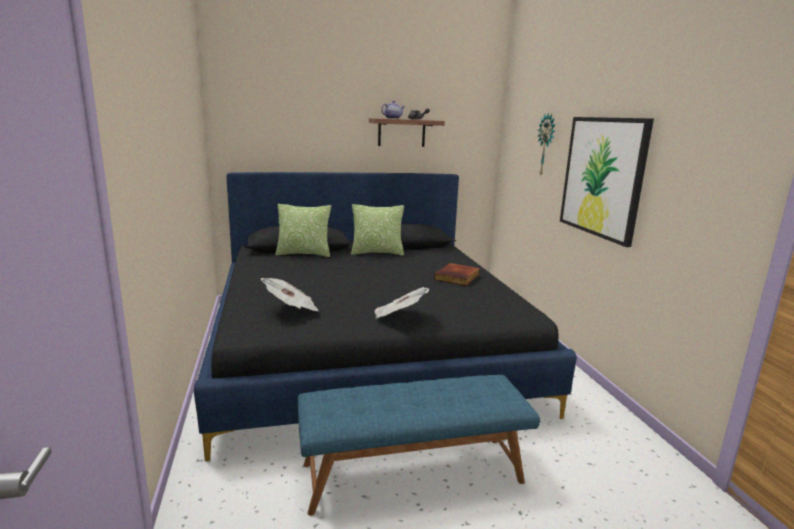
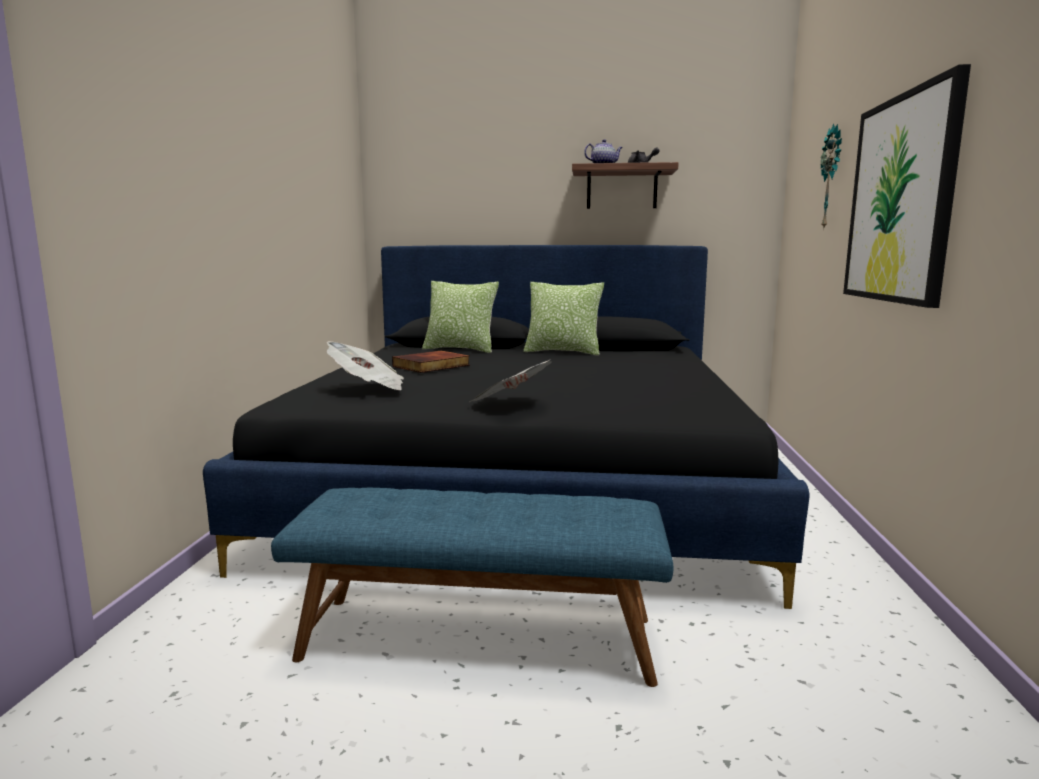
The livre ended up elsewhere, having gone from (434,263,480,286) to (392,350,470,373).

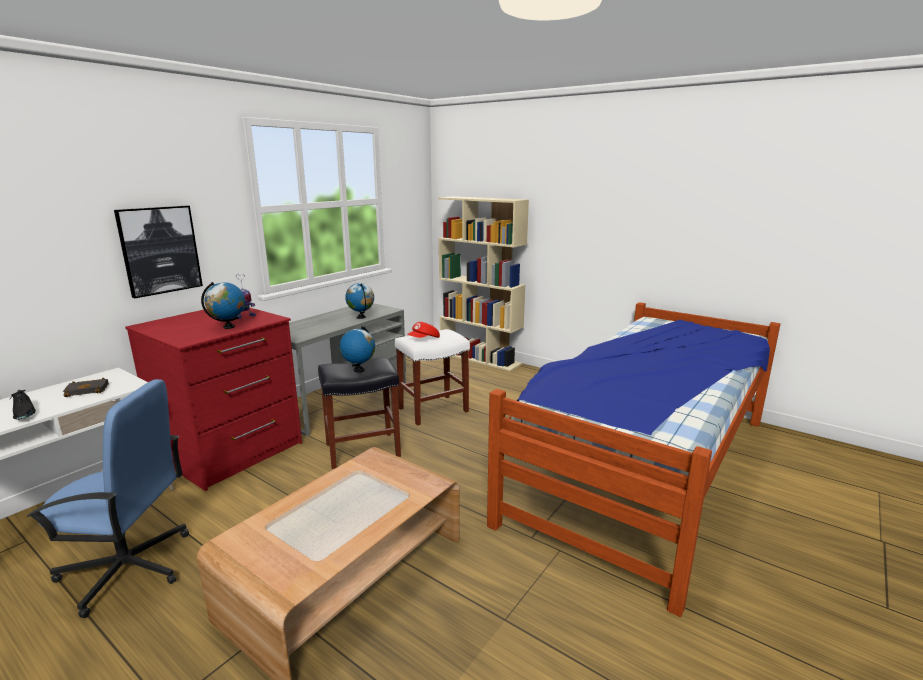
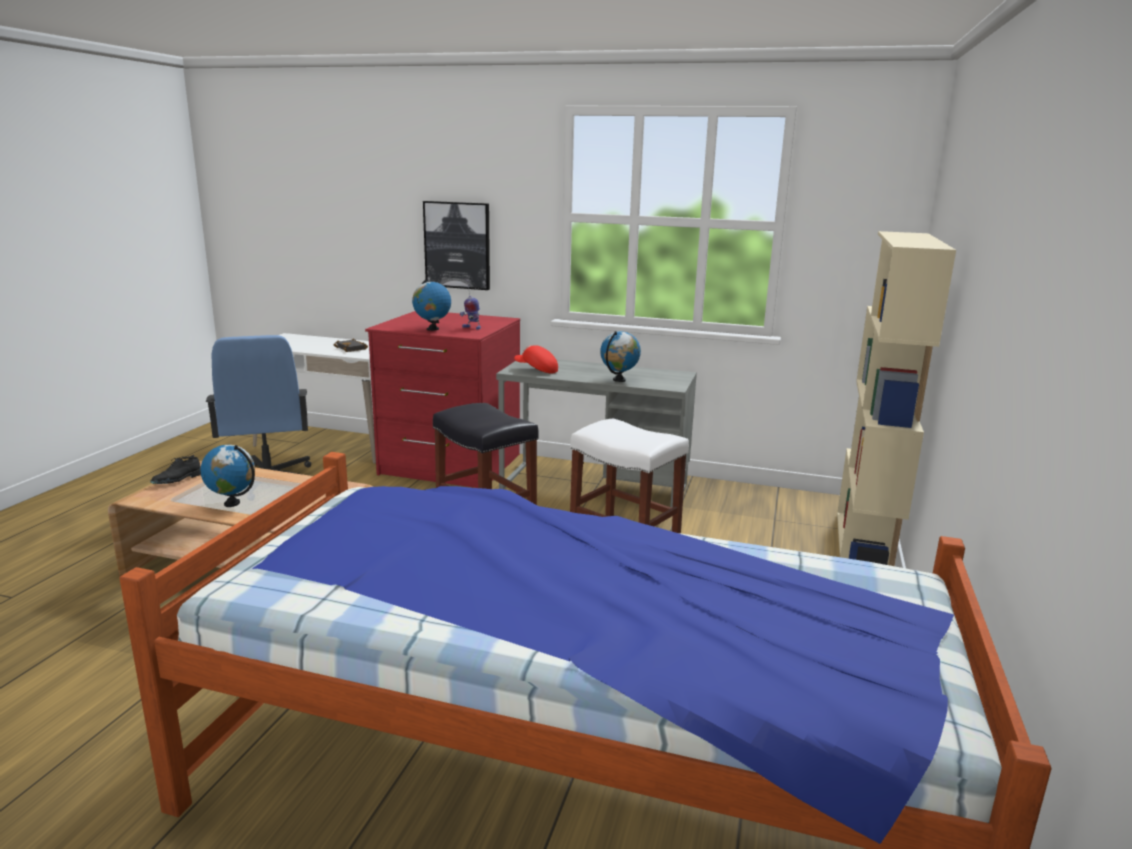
The casquette (rouge) ended up elsewhere, having gone from (408,322,440,338) to (514,345,558,373).
The globe ended up elsewhere, having gone from (340,326,375,373) to (200,445,255,507).
The chaussure (noir) ended up elsewhere, having gone from (9,390,36,420) to (150,455,201,484).

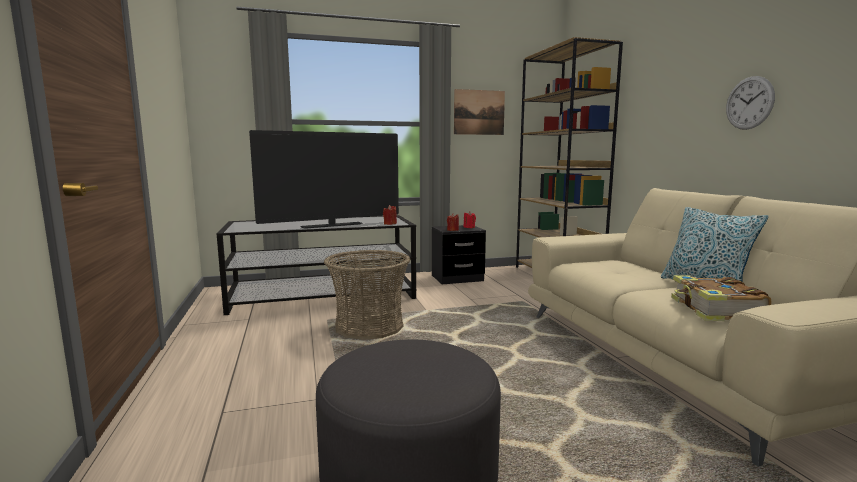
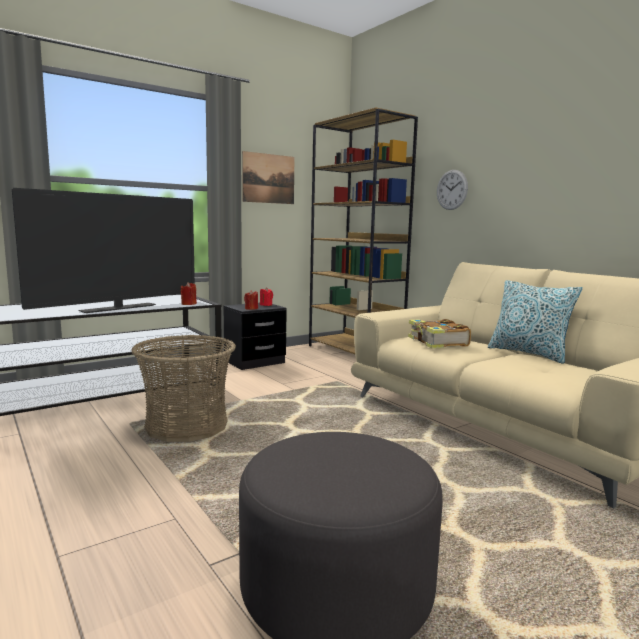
The horloge murale ended up elsewhere, having gone from (726,76,775,130) to (437,170,468,210).
The livre ended up elsewhere, having gone from (671,275,772,321) to (408,319,471,349).

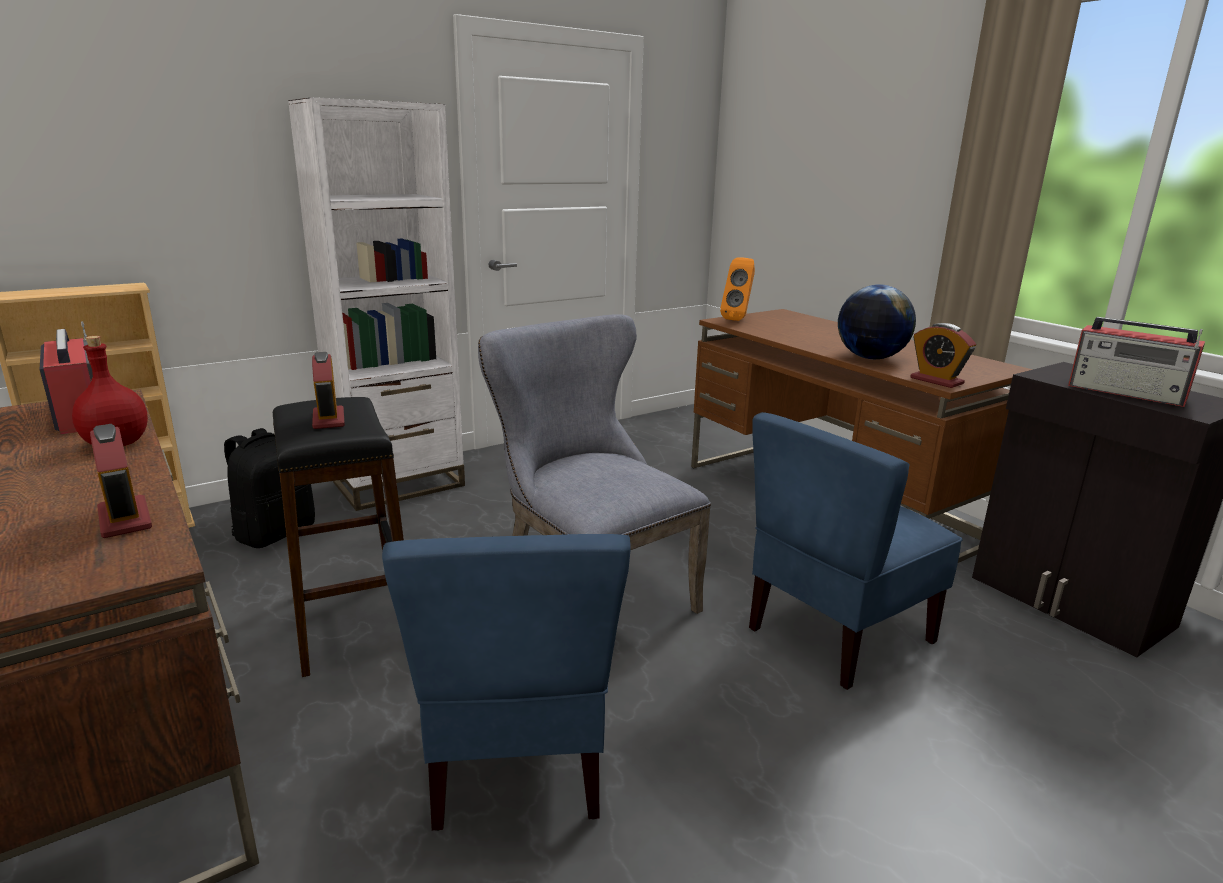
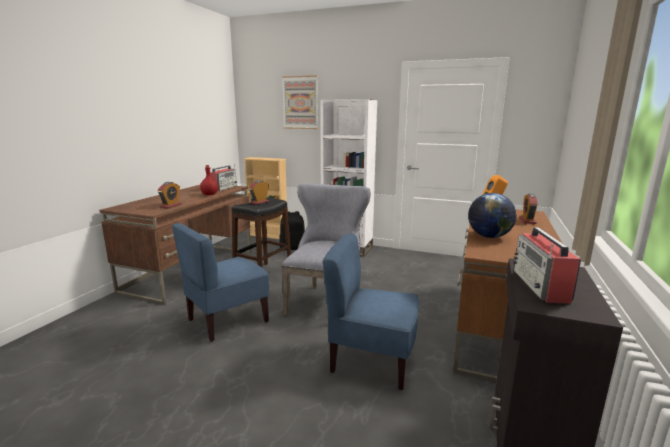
The réveil ended up elsewhere, having gone from (910,323,976,388) to (519,193,537,224).
The second view gained the tableau at (282,75,318,129).

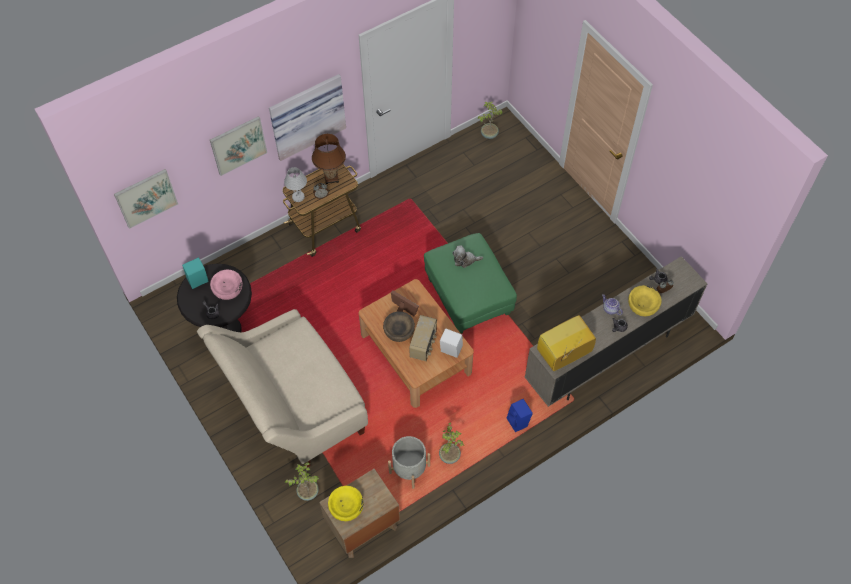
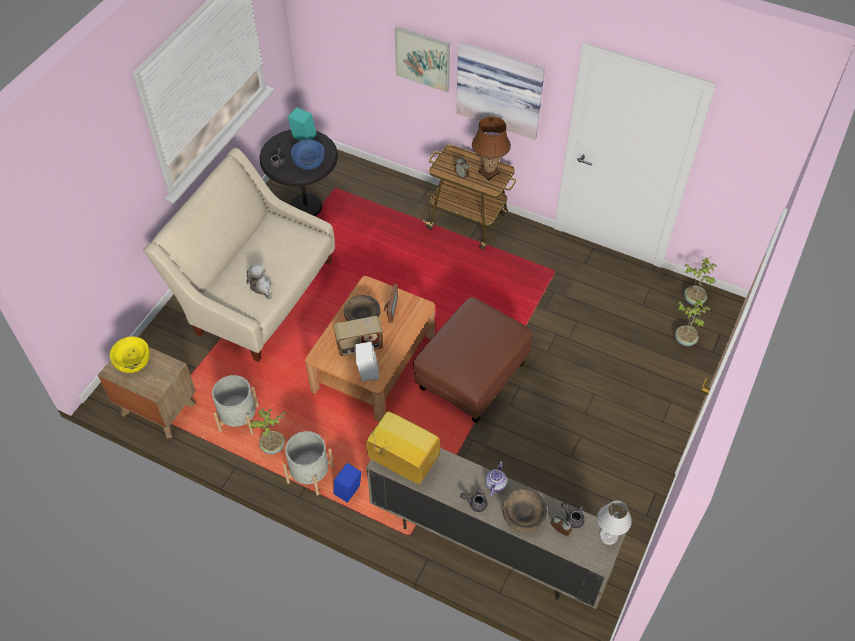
The lampe de table (blanc) ended up elsewhere, having gone from (284,167,307,202) to (597,501,632,545).
The second view lost the tableau at (114,169,178,229).
What was the pouf (vert) at (424,233,517,334) turned into the pouf (marron) at (413,297,533,423).
The peluche ended up elsewhere, having gone from (452,245,483,268) to (247,264,271,299).
What was the bol (rose) at (210,270,243,300) turned into the bol (bleu) at (291,140,325,170).
What was the bol (jaune) at (628,285,662,316) turned into the bol (marron) at (502,489,547,533).
The plante en pot ended up elsewhere, having gone from (285,462,319,501) to (675,299,711,346).
The second view gained the cache-pot (gris) at (283,431,334,496).

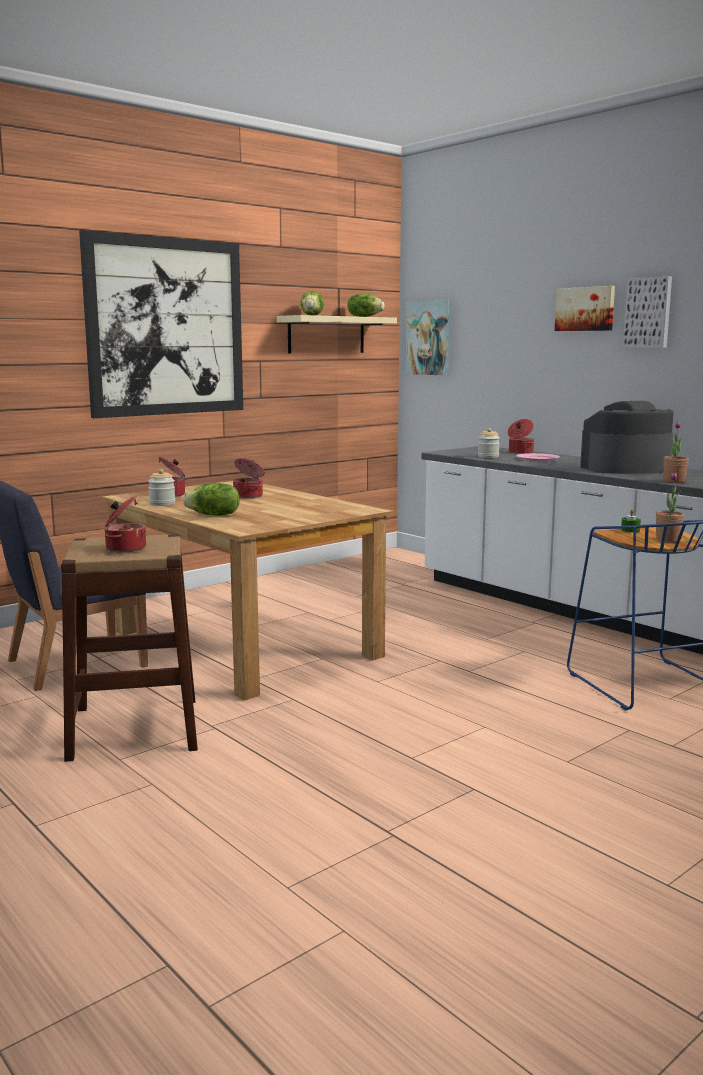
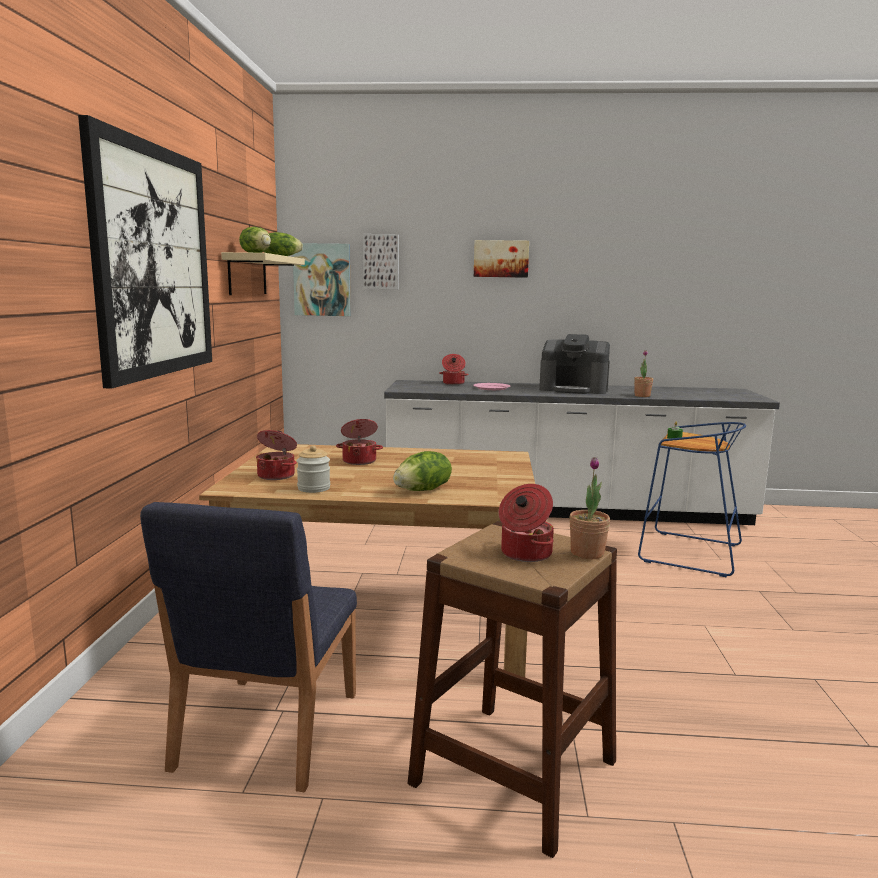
The tableau ended up elsewhere, having gone from (623,276,672,348) to (363,234,399,289).
The machine à café at (580,401,674,474) ended up facing another way, 105 degrees counterclockwise from before.
The second view lost the bocal at (478,428,500,458).
The plante en pot ended up elsewhere, having gone from (656,473,684,542) to (569,457,610,559).

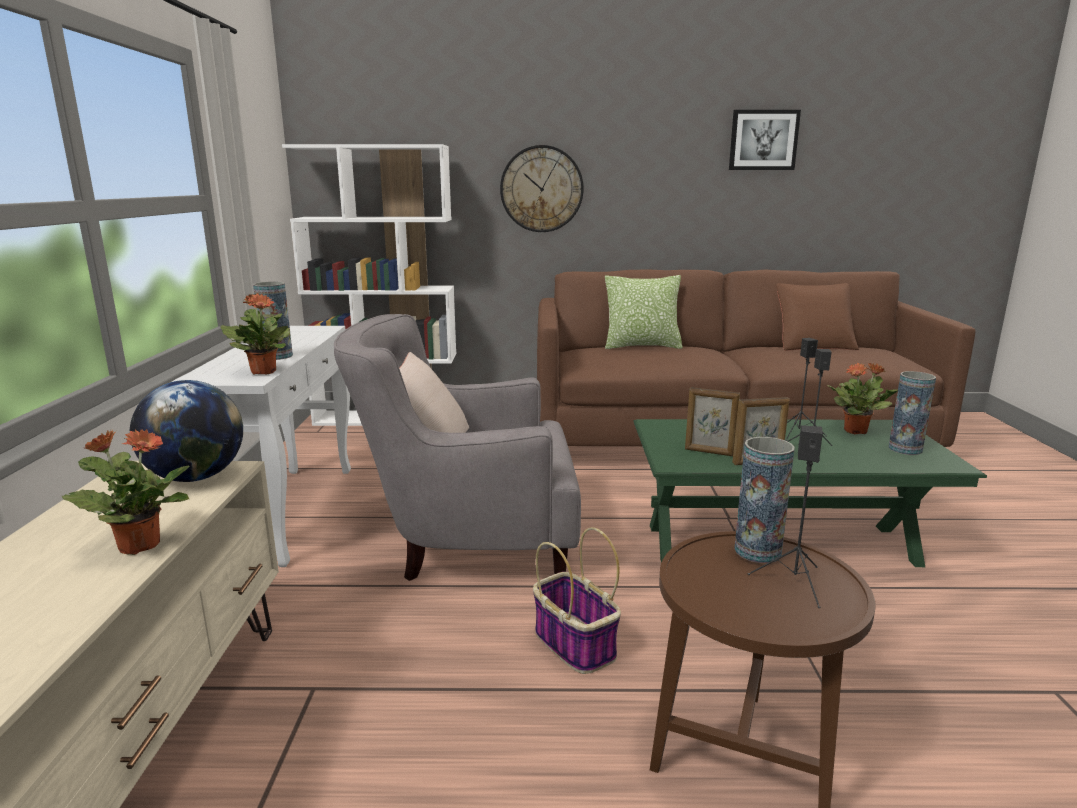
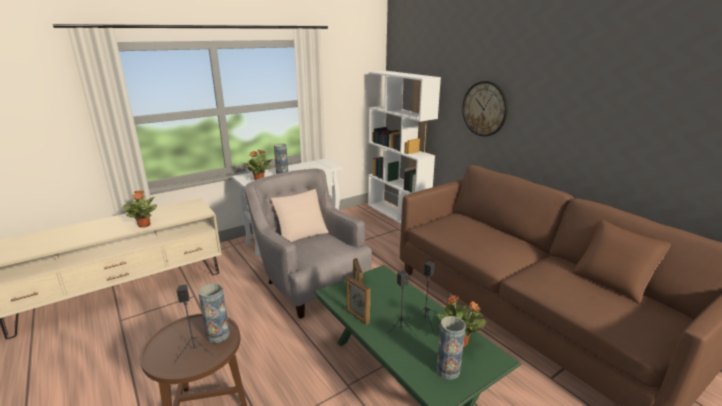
The second view lost the tableau at (729,110,801,170).
The second view lost the coussin at (605,275,683,349).
The second view lost the globe at (130,380,243,482).
The second view lost the panier at (533,527,621,674).

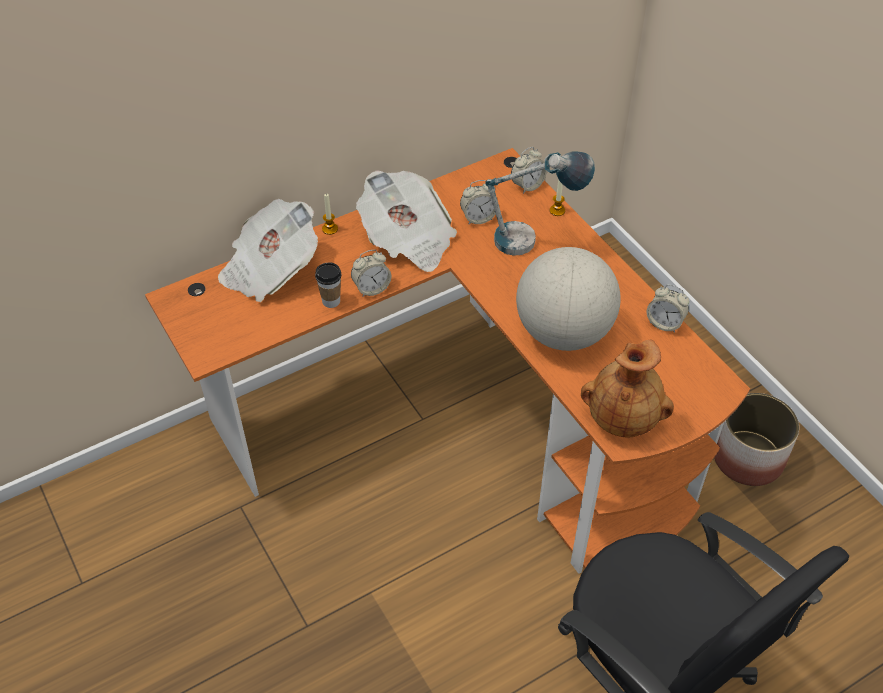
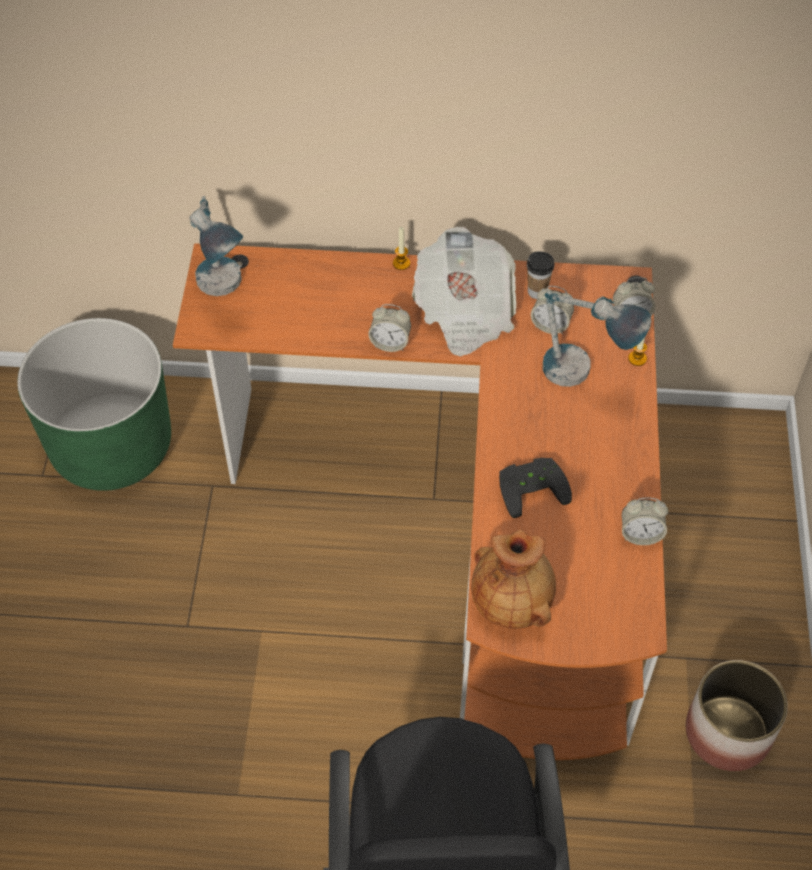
The second view lost the journal at (218,199,318,302).
Where the globe stood at (516,247,621,351), the manette (noir) came to stand at (499,458,572,518).
The tasse ended up elsewhere, having gone from (315,262,341,308) to (527,251,554,299).
The réveil at (647,284,689,333) ended up facing another way, 60 degrees counterclockwise from before.
The second view gained the lampe de table at (189,196,243,296).
The second view gained the cache-pot (vert) at (17,318,171,491).

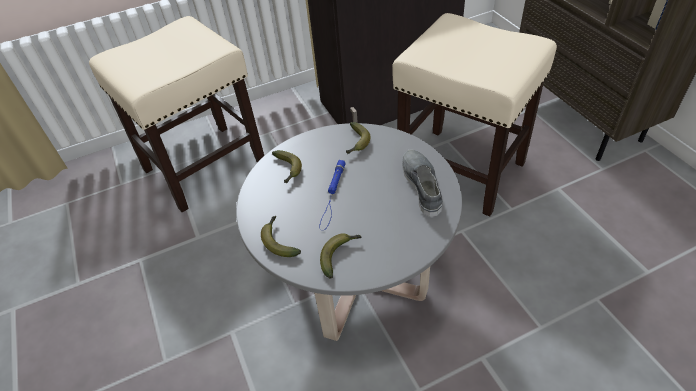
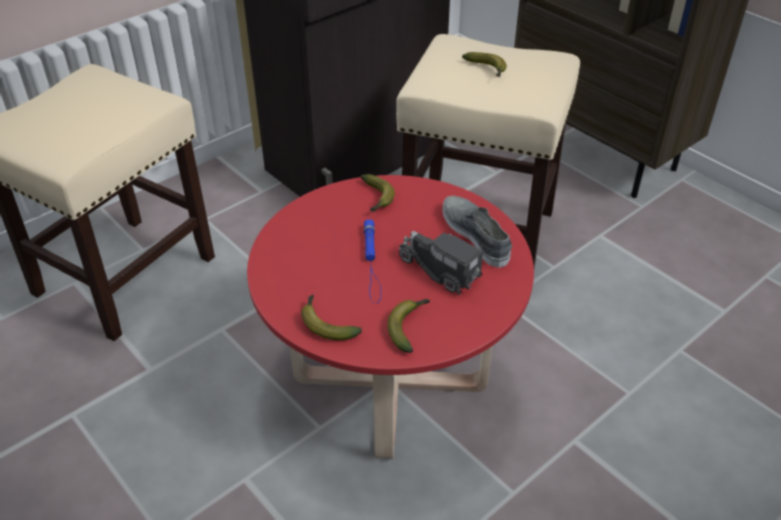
What was the table basse (gris) at (236,123,462,341) turned into the table basse (rouge) at (247,175,534,459).
The banane ended up elsewhere, having gone from (272,150,302,184) to (462,52,507,78).
The second view gained the camion jouet at (399,231,483,295).

